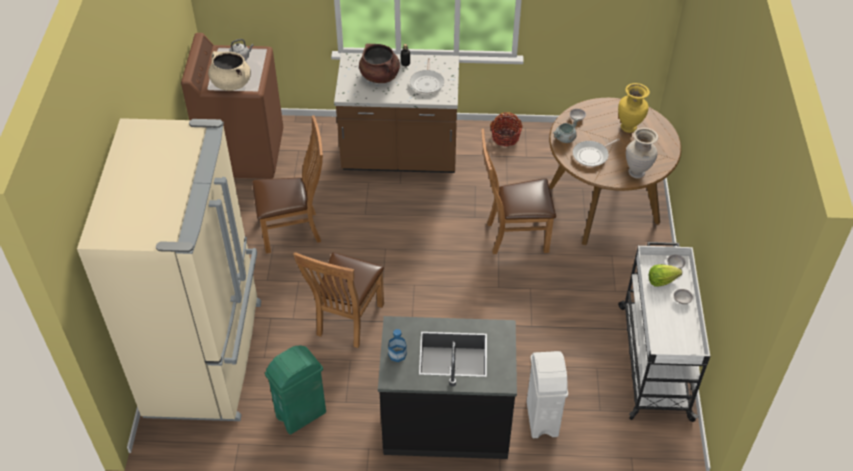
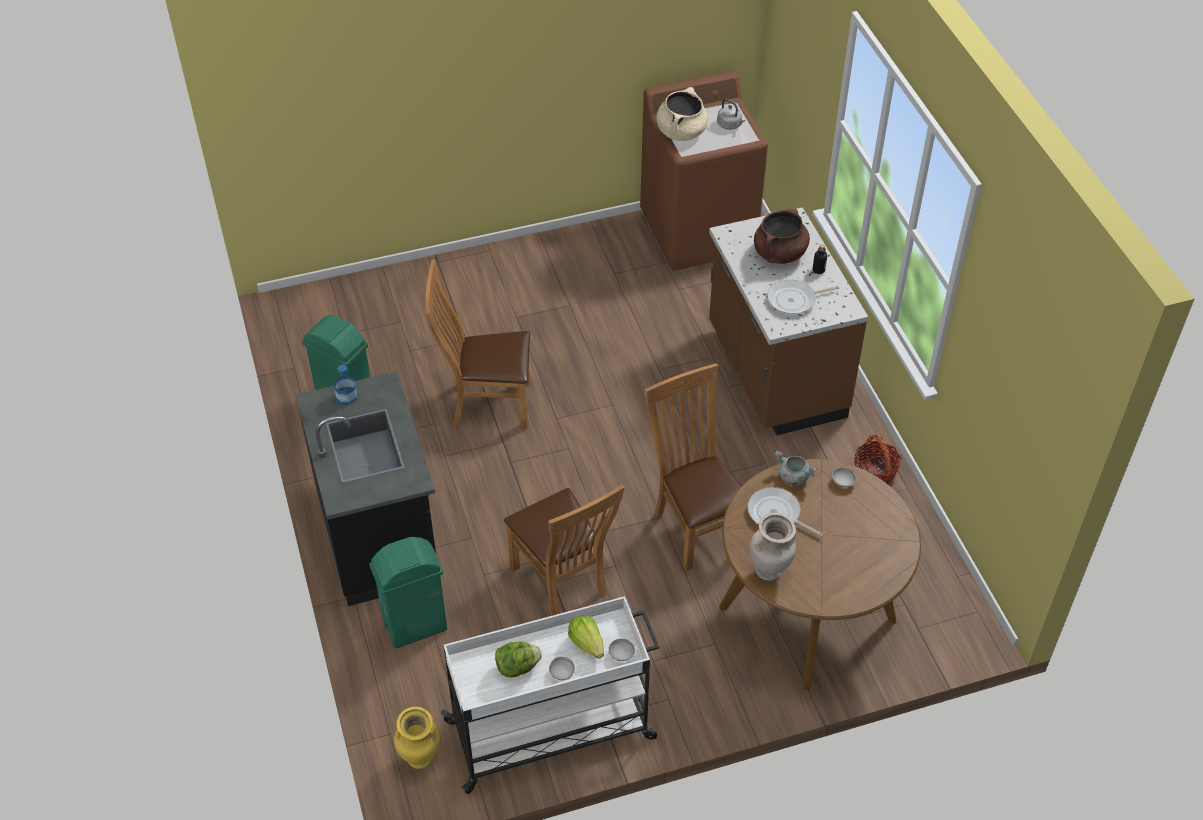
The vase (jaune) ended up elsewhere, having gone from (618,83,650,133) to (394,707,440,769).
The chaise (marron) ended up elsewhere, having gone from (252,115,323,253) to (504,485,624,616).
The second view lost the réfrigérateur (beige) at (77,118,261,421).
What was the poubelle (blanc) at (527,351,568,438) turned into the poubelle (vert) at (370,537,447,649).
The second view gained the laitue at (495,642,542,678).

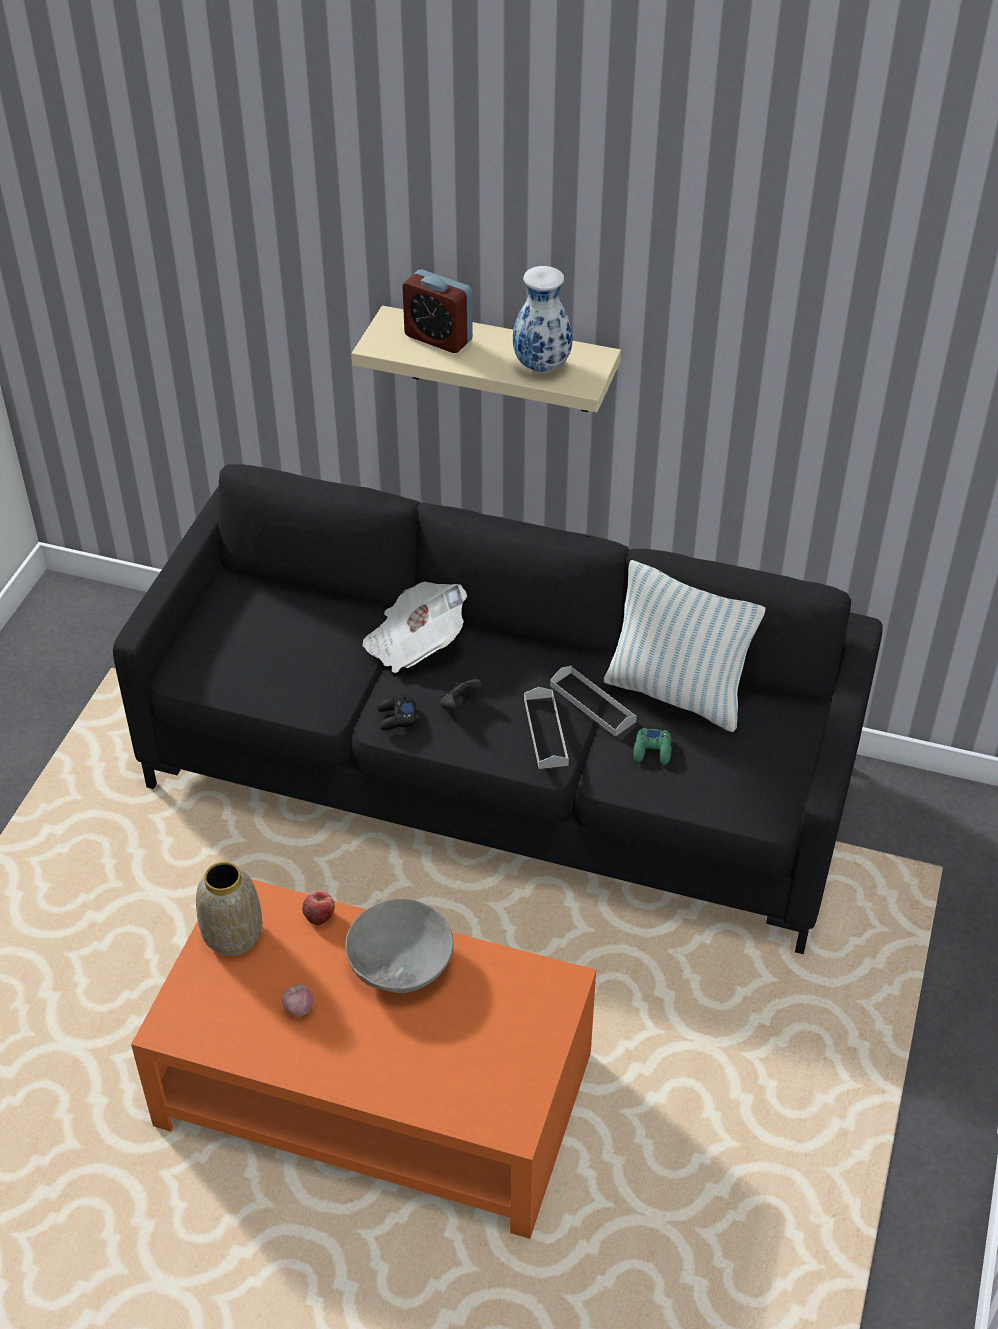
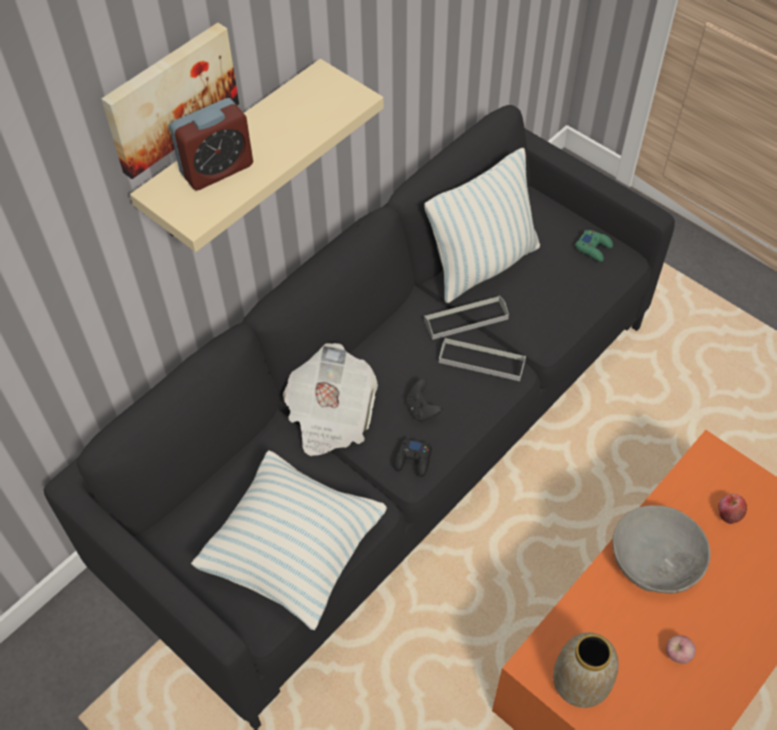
The second view lost the vase at (513,266,573,373).
The manette (vert) ended up elsewhere, having gone from (633,728,672,765) to (575,230,613,262).
The pomme ended up elsewhere, having gone from (302,891,335,926) to (718,494,747,524).
The second view gained the tableau at (101,23,239,179).
The second view gained the coussin at (191,450,387,630).

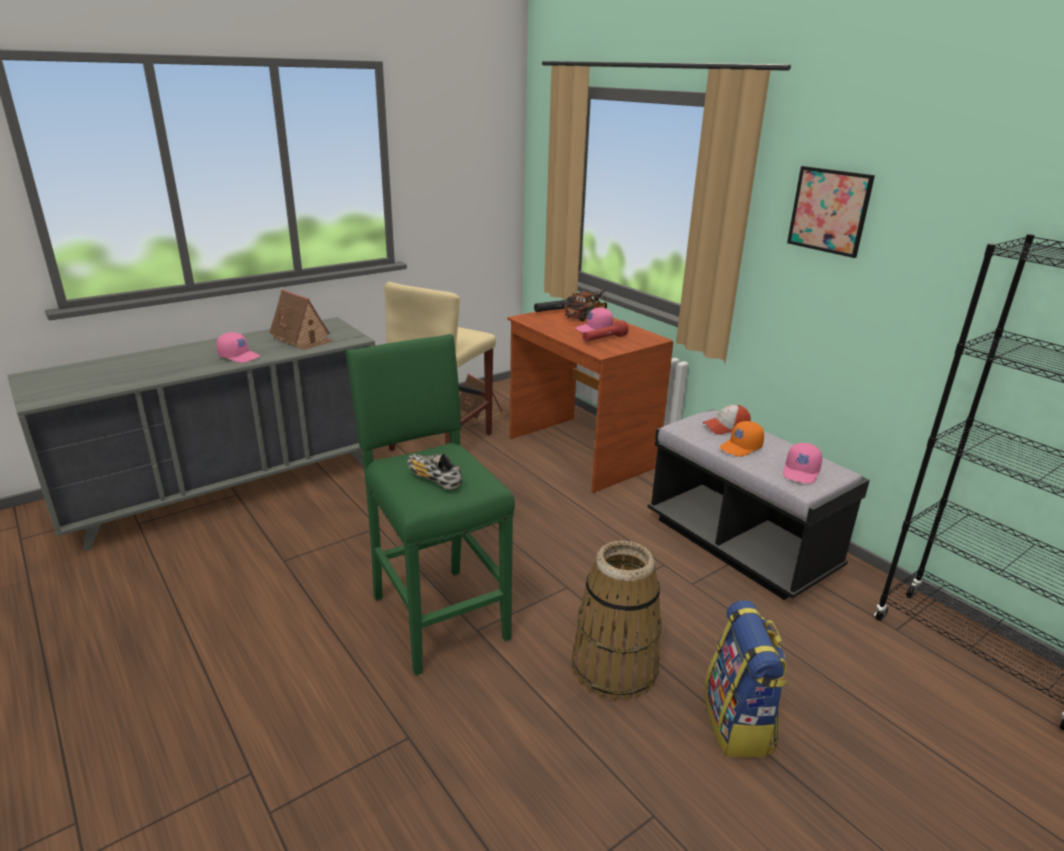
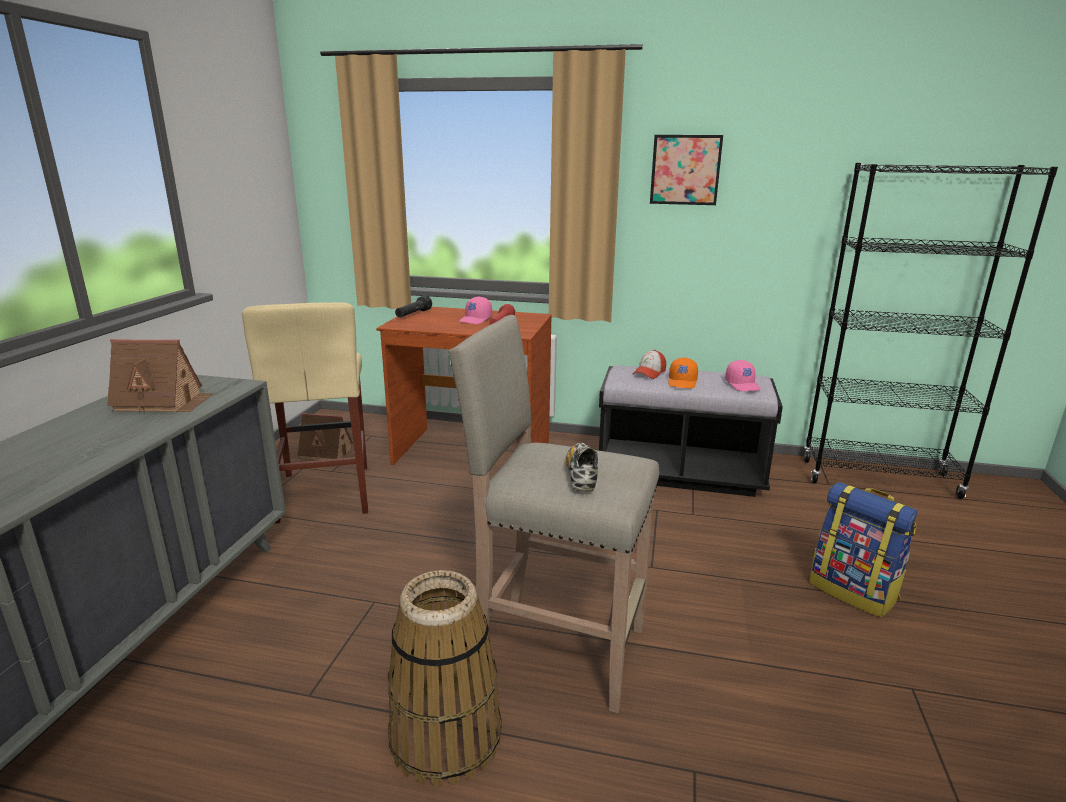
The second view lost the camion jouet at (564,289,607,322).
The second view lost the casquette (rose) at (216,332,260,363).
What was the tabouret (vert) at (346,334,515,676) turned into the tabouret (beige) at (448,315,659,713).
The chaussure at (407,454,462,490) ended up facing another way, 90 degrees clockwise from before.
The panier ended up elsewhere, having gone from (572,541,661,701) to (388,570,502,787).

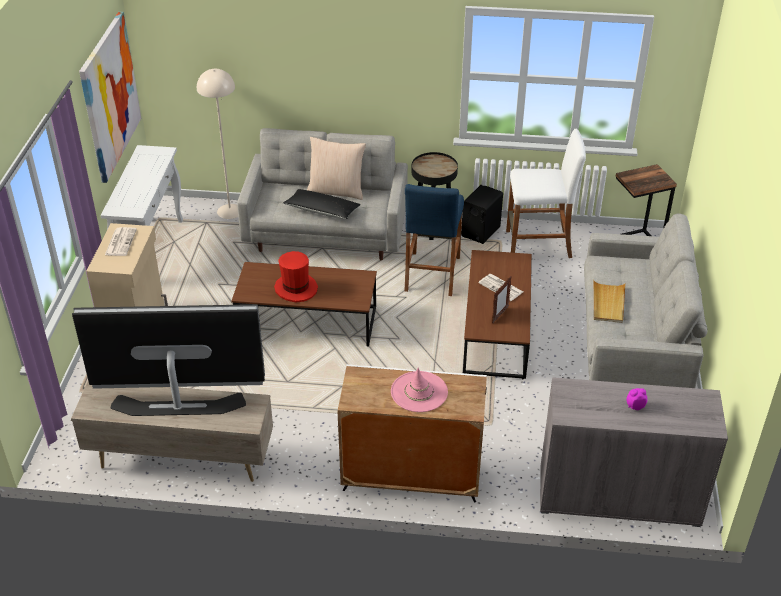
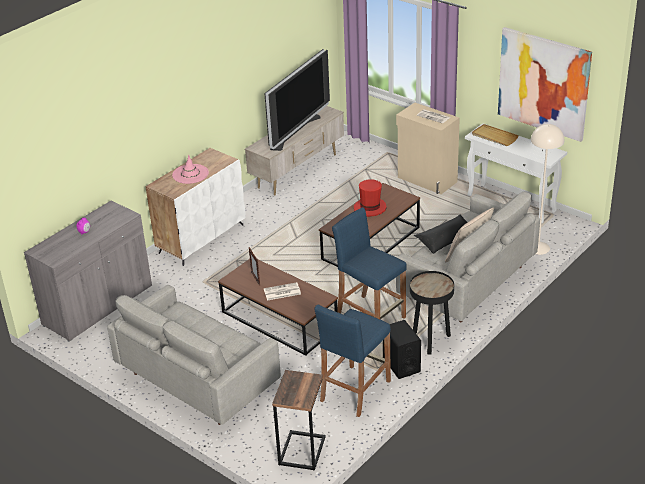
What was the tabouret (blanc) at (506,129,586,258) turned into the tabouret (bleu) at (315,304,391,417).
The plateau (beige) ended up elsewhere, having gone from (593,280,626,323) to (472,124,519,146).

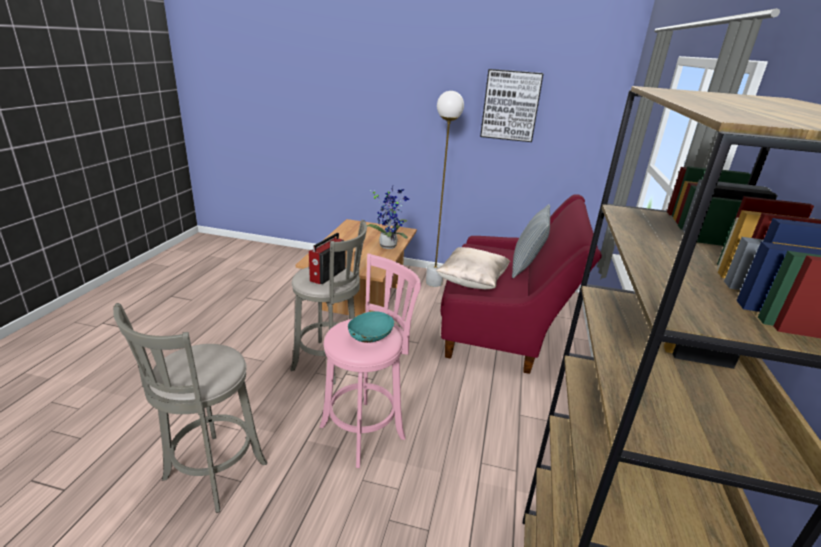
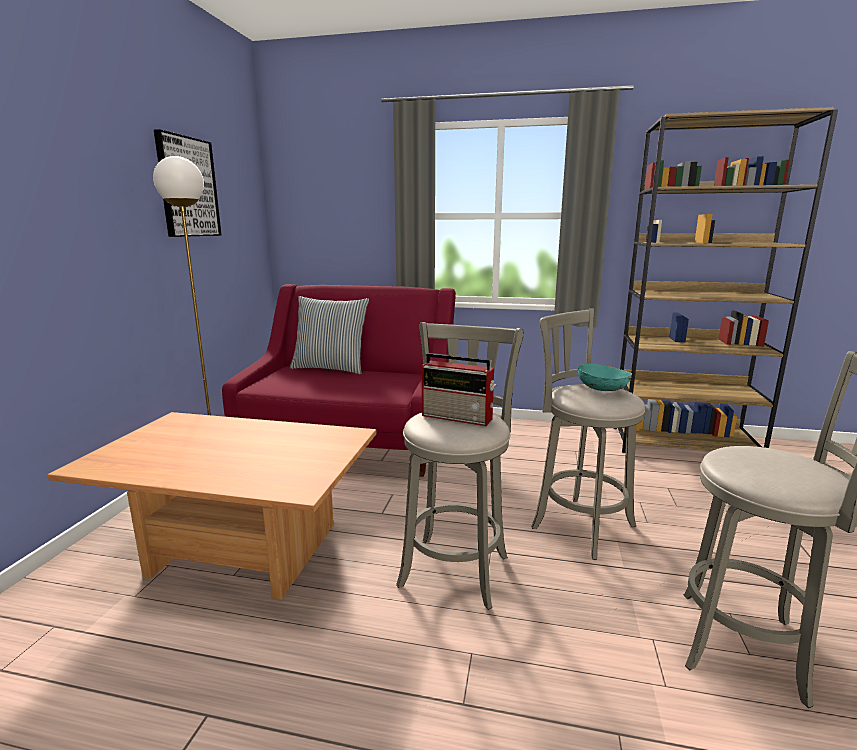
The second view lost the plante en pot at (367,186,409,249).
The second view lost the coussin (beige) at (436,247,511,289).
What was the tabouret (rose) at (319,254,421,468) turned into the tabouret (gris) at (531,308,645,560).

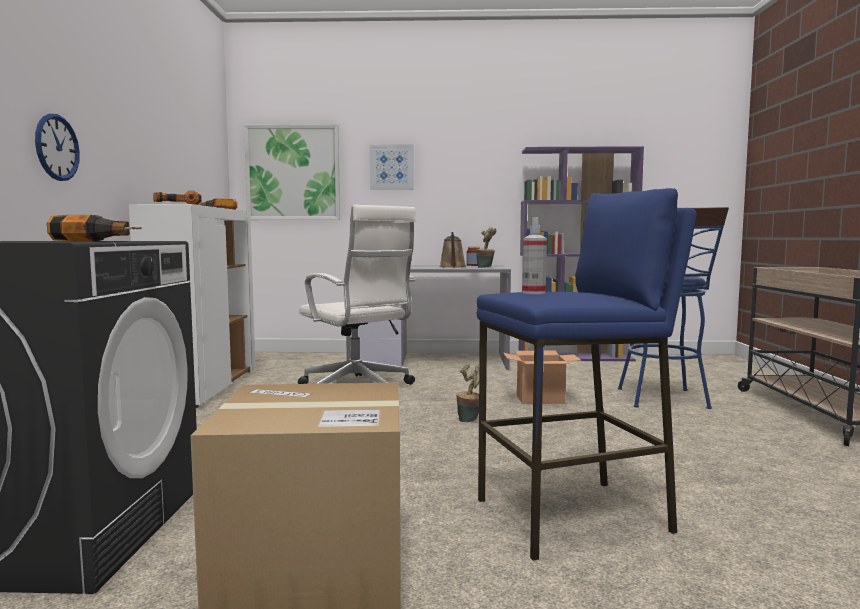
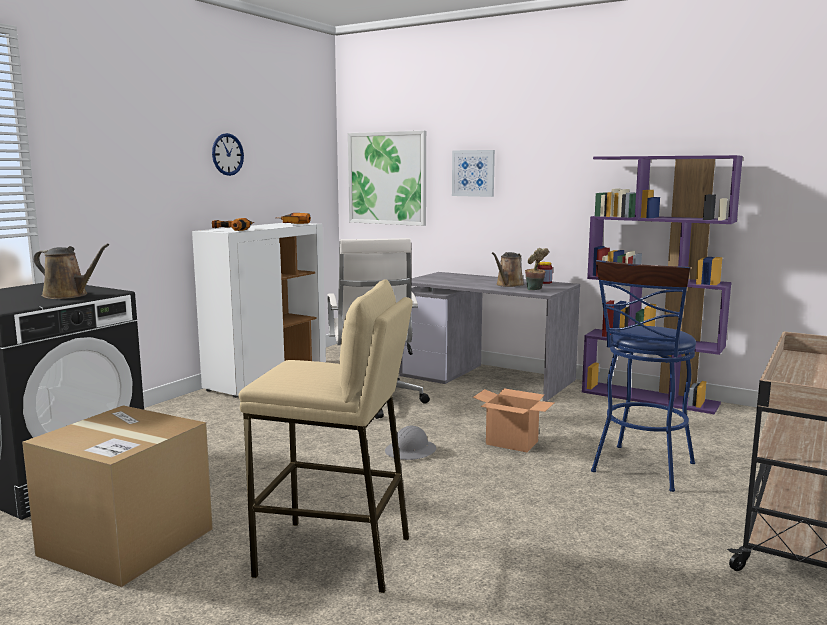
The horloge murale ended up elsewhere, having gone from (35,114,80,181) to (212,133,244,176).
What was the tabouret (bleu) at (477,188,696,561) turned into the tabouret (beige) at (239,279,413,593).
Where the perceuse stood at (47,215,142,241), the arrosoir (marron) came to stand at (34,243,109,299).
The second view lost the vaporisateur at (522,217,547,294).
Where the plante en pot stood at (456,364,479,422), the casque de chantier (gris) came to stand at (385,426,436,460).

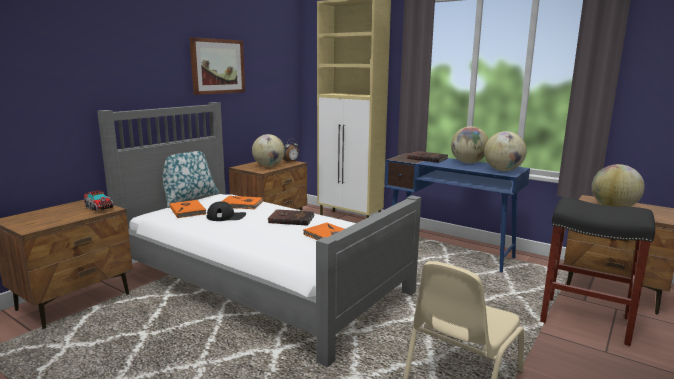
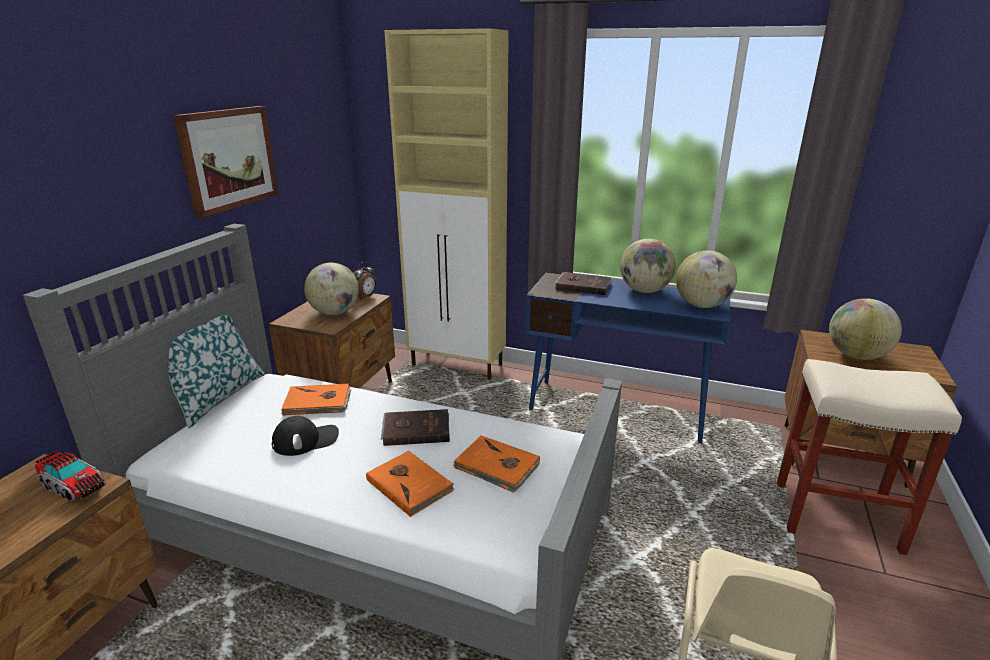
What was the tabouret (noir) at (540,198,655,346) turned into the tabouret (beige) at (777,359,962,555).
The livre (orange) ended up elsewhere, having gone from (170,200,206,218) to (366,450,454,517).

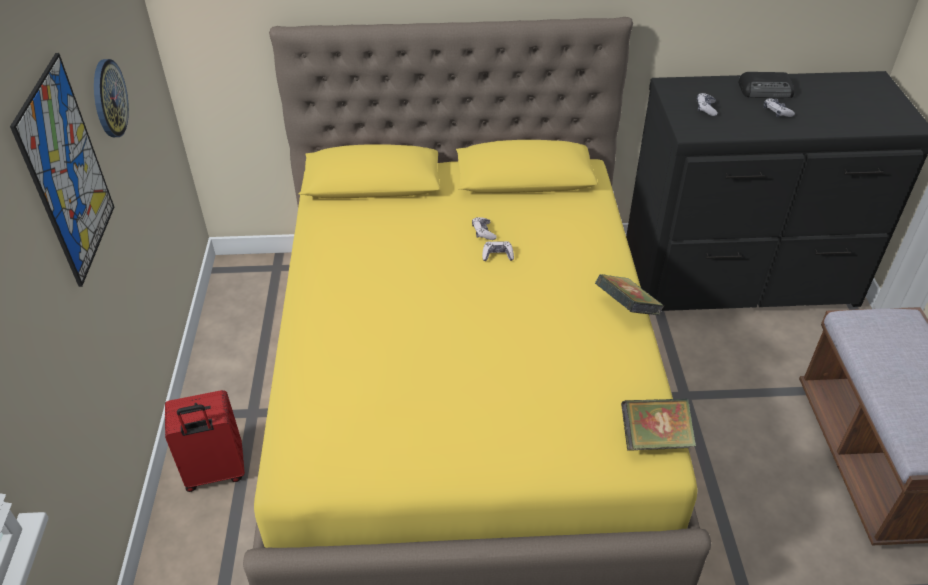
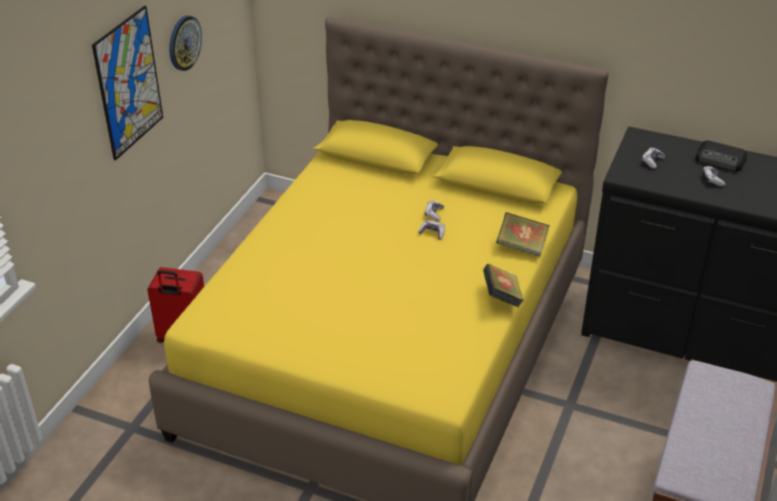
The livre ended up elsewhere, having gone from (621,399,696,451) to (496,212,550,257).

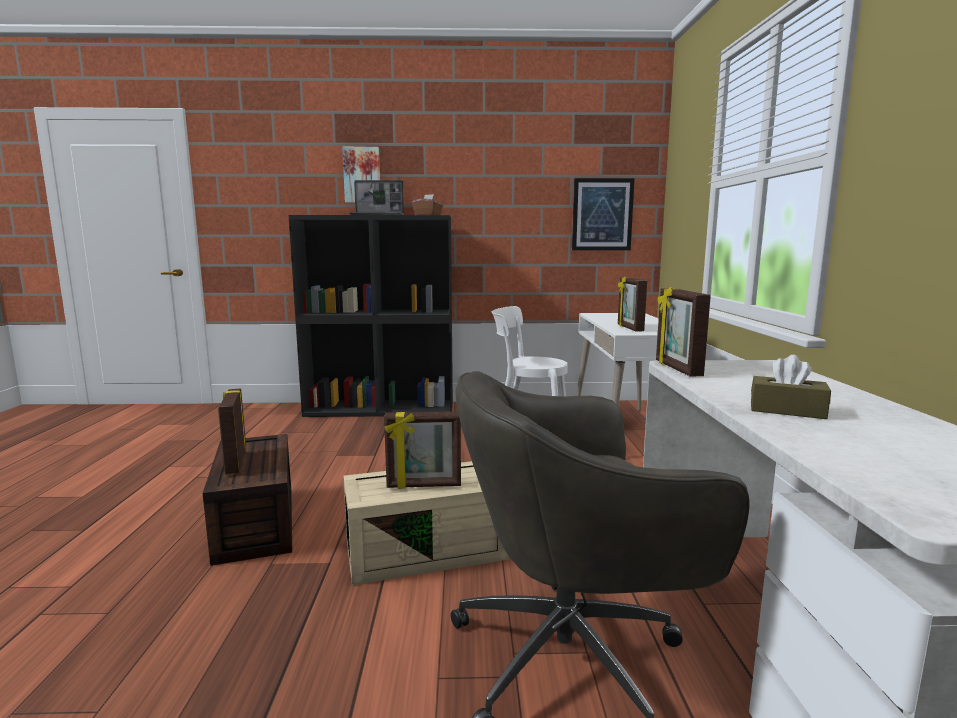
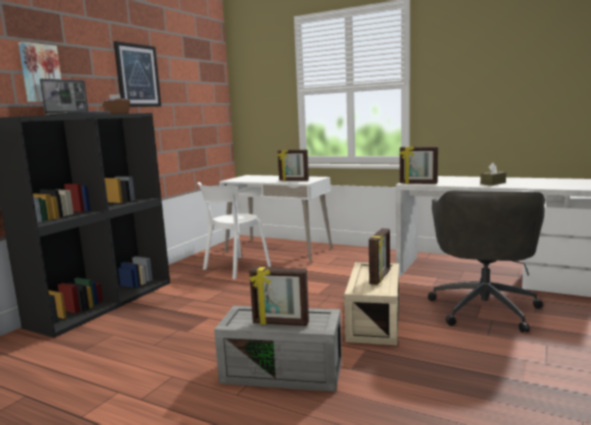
The tableau ended up elsewhere, having gone from (572,178,635,250) to (114,41,161,107).
What was the boîte de rangement (marron) at (203,434,292,566) turned into the boîte de rangement (gris) at (214,306,342,392).

